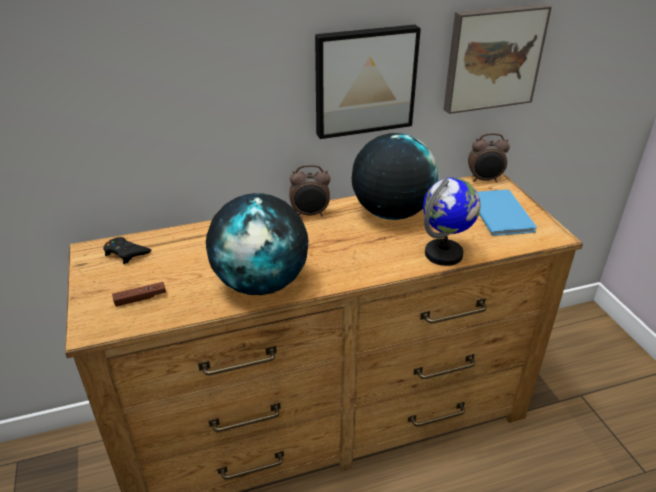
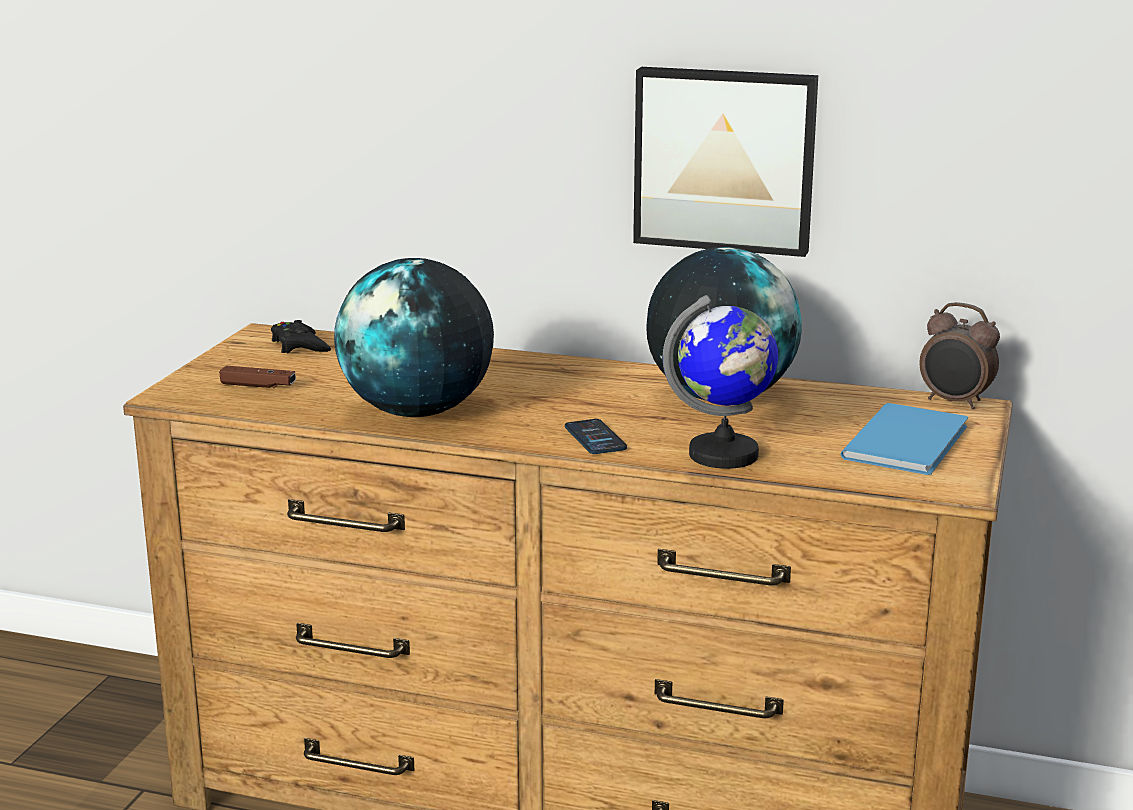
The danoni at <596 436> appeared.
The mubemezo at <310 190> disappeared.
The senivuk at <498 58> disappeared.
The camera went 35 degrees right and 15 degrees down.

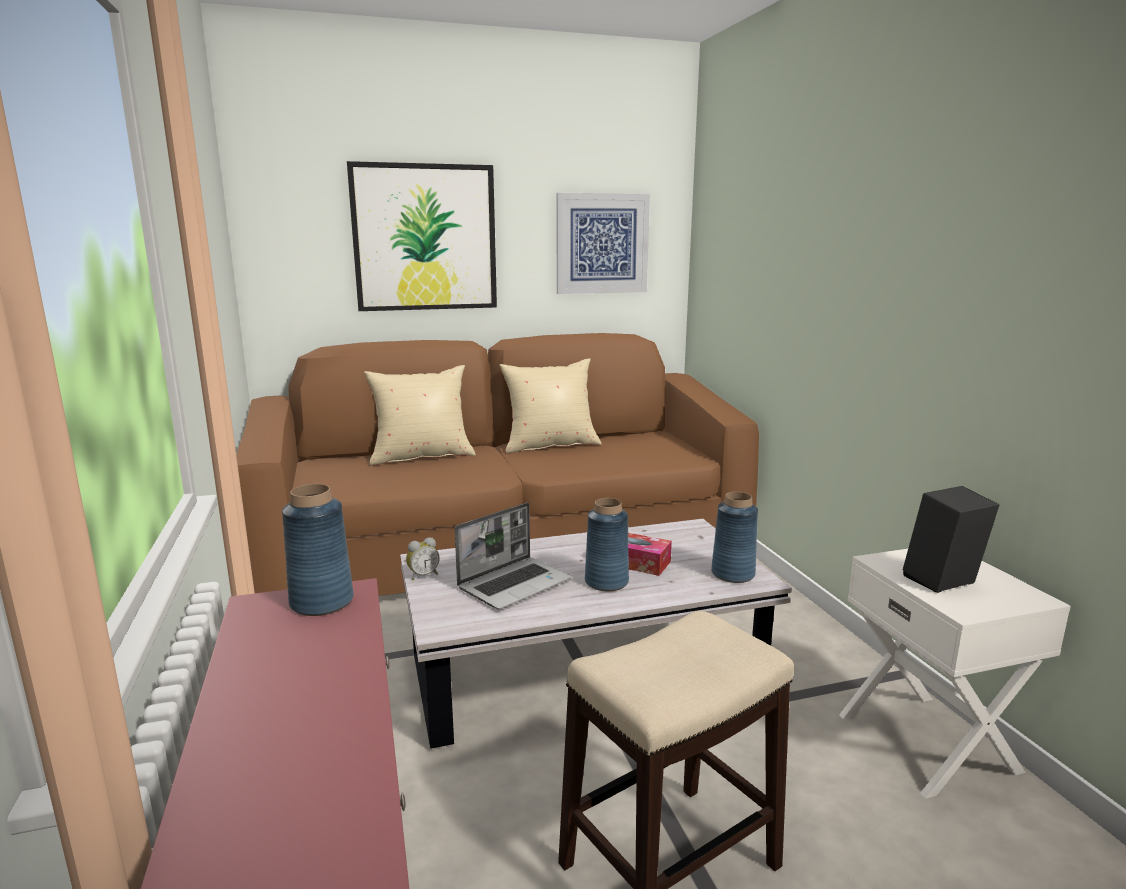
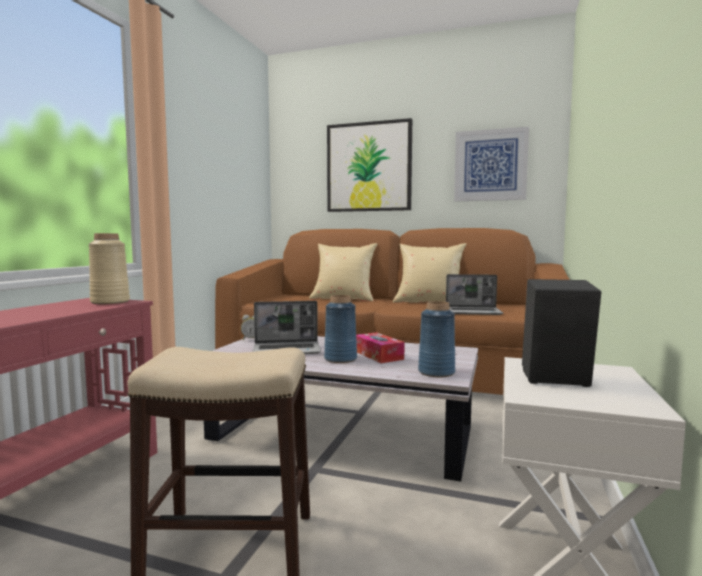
The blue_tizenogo at <318 550> became the beige_tizenogo at <109 268>.
The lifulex at <474 294> appeared.
The camera went 35 degrees right and 10 degrees down.

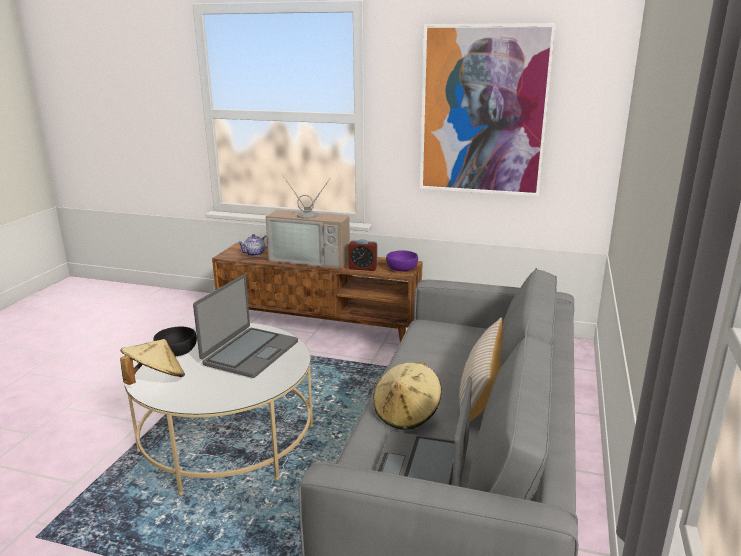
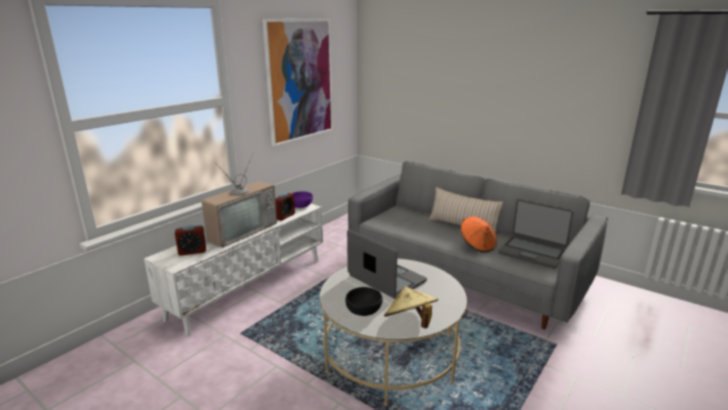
The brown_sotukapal at <317 292> became the white_sotukapal at <233 270>.
The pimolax at <253 245> was replaced by the mubemezo at <190 240>.
The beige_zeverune at <407 396> became the orange_zeverune at <479 235>.
The camera went 70 degrees left and 0 degrees up.

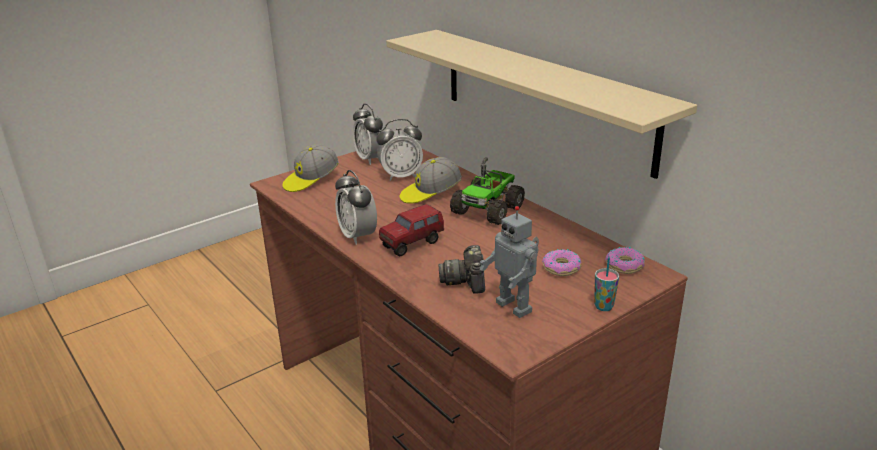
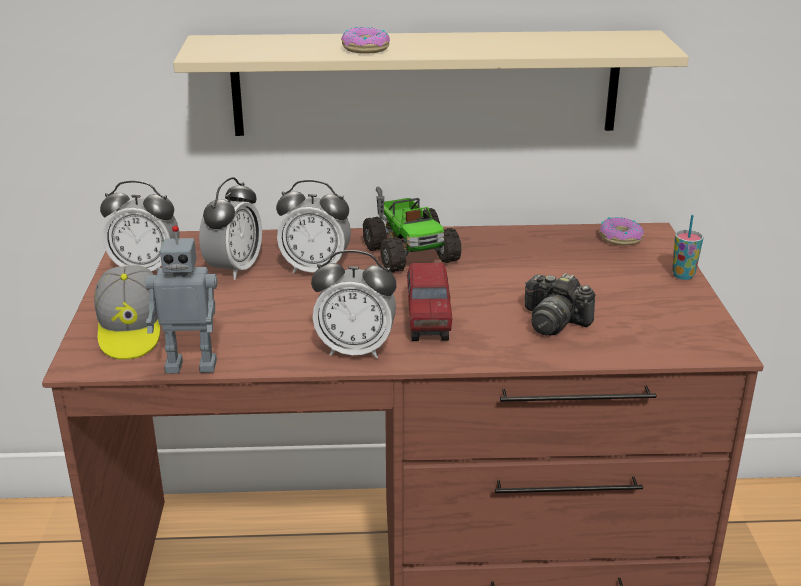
The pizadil moved from <509 262> to <181 299>.
The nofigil at <431 180> was replaced by the mubemezo at <313 226>.
The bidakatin moved from <562 262> to <365 40>.
The camera went 55 degrees left and 0 degrees up.

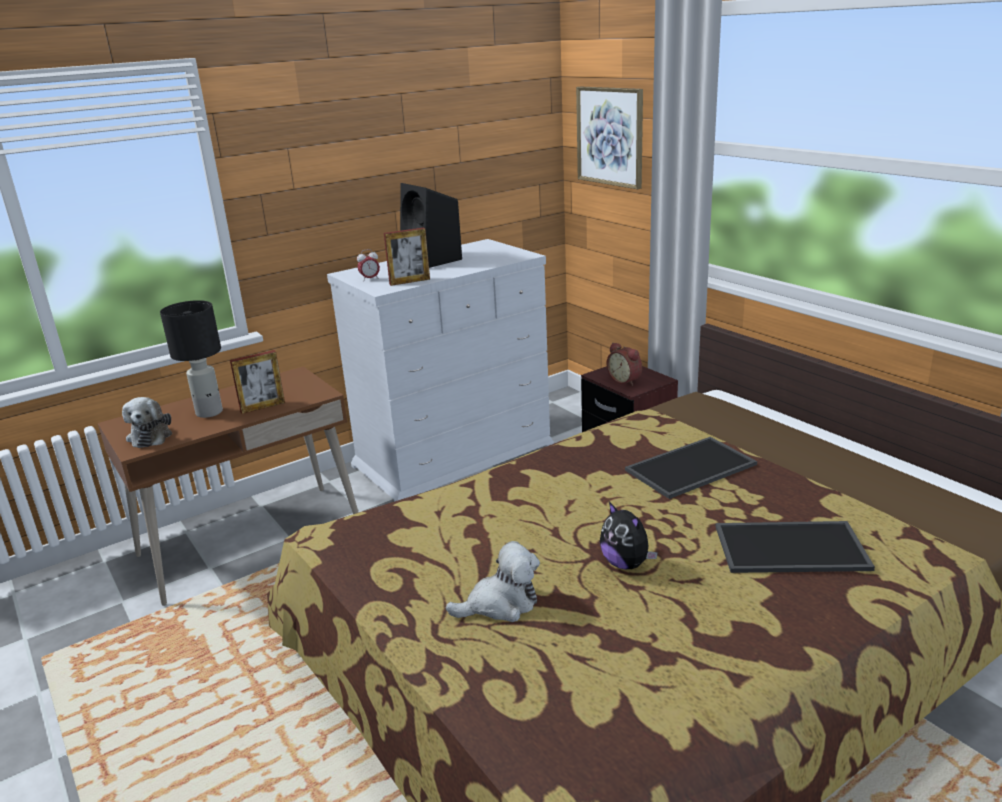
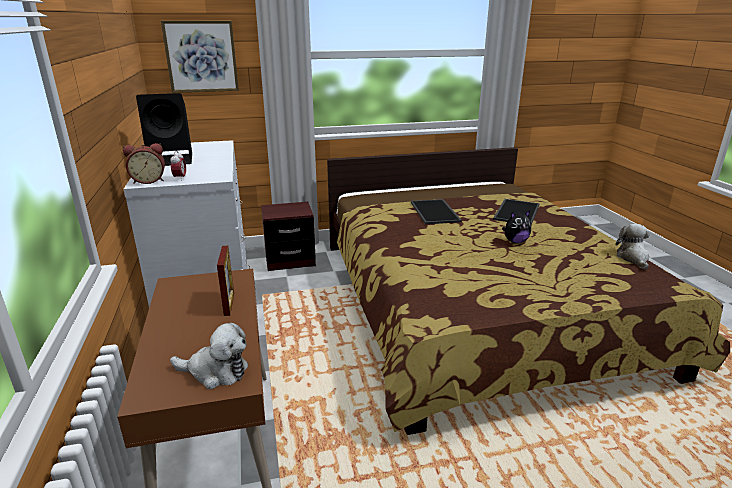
The mubemezo moved from <624 364> to <144 163>.
The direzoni moved from <493 581> to <632 247>.
The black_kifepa at <191 359> disappeared.
The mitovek at <407 256> disappeared.
The camera went 70 degrees left and 0 degrees up.

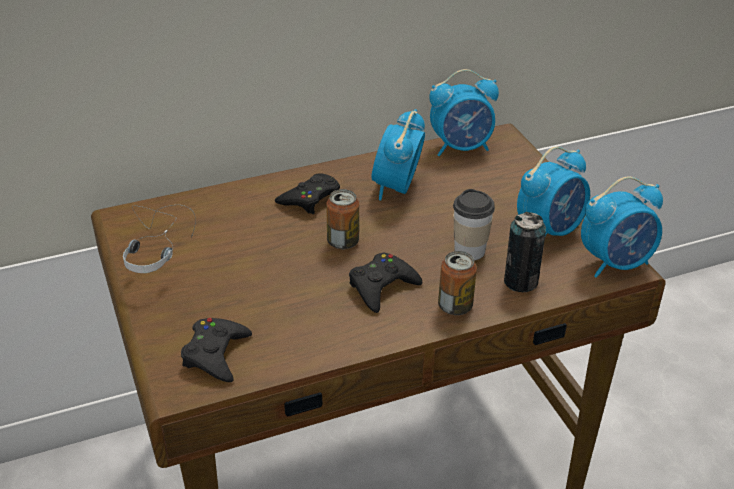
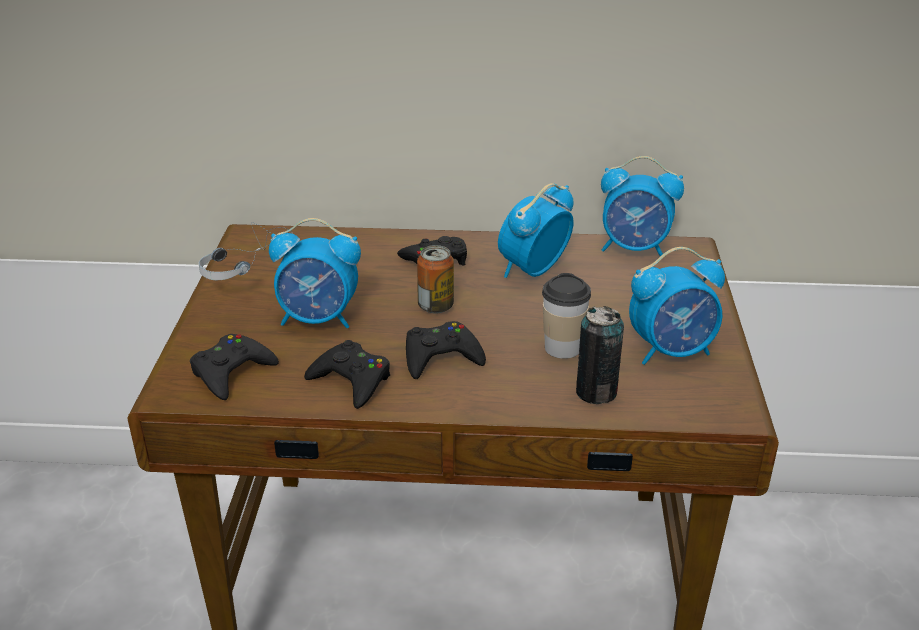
The mubemezo moved from <622 227> to <315 273>.
The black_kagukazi at <347 374> appeared.
The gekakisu at <457 283> disappeared.
The camera went 25 degrees right and 5 degrees down.

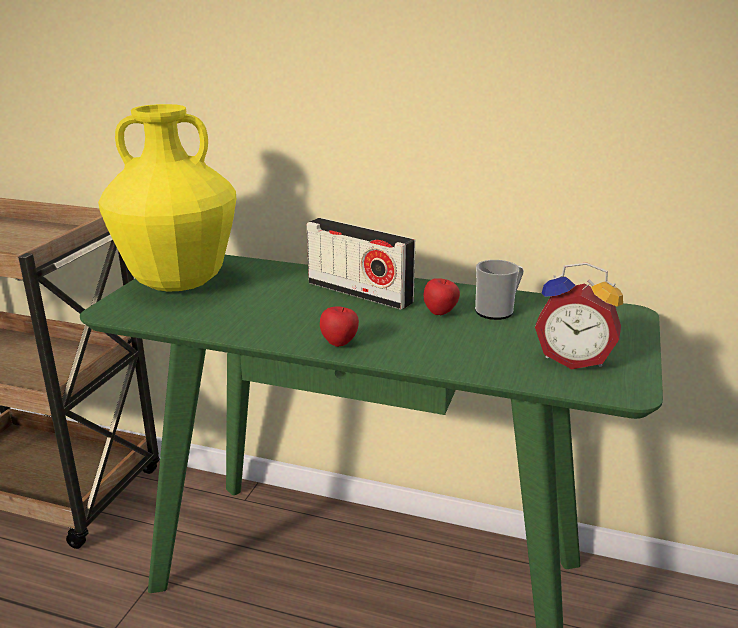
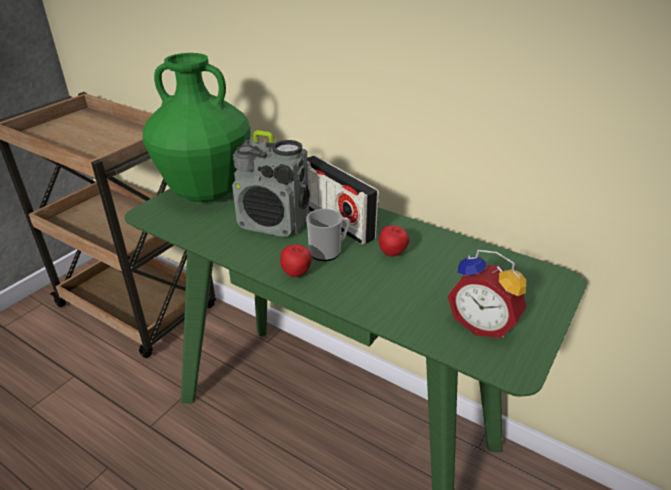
The yellow_tizenogo at <167 198> became the green_tizenogo at <196 127>.
The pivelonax at <271 183> appeared.
The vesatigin moved from <499 290> to <328 235>.
The camera went 15 degrees right and 10 degrees up.

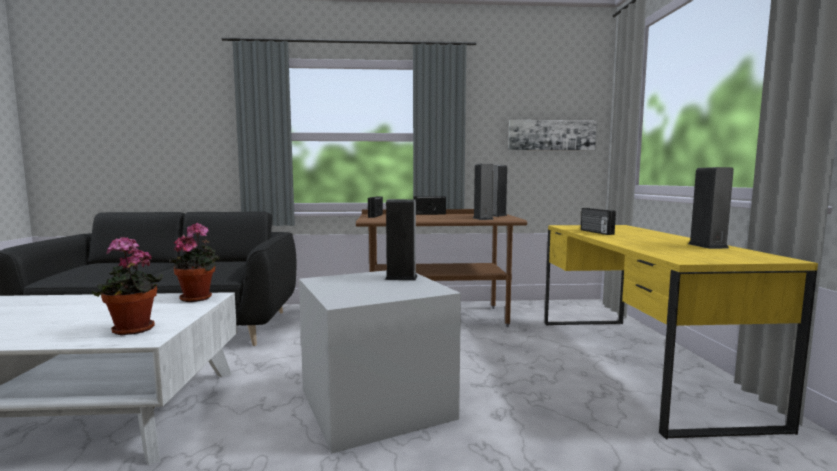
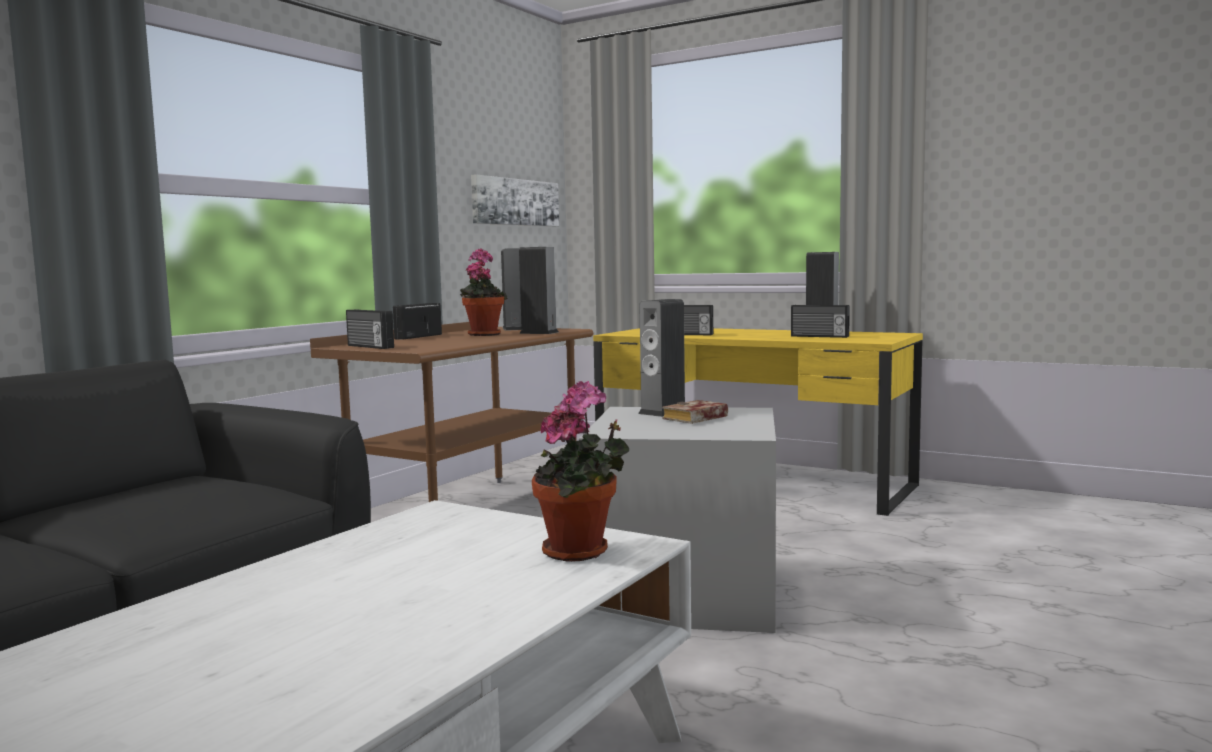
The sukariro moved from <194 262> to <483 292>.
The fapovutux at <695 412> appeared.
The pivelonax at <820 321> appeared.
The camera went 55 degrees left and 0 degrees up.

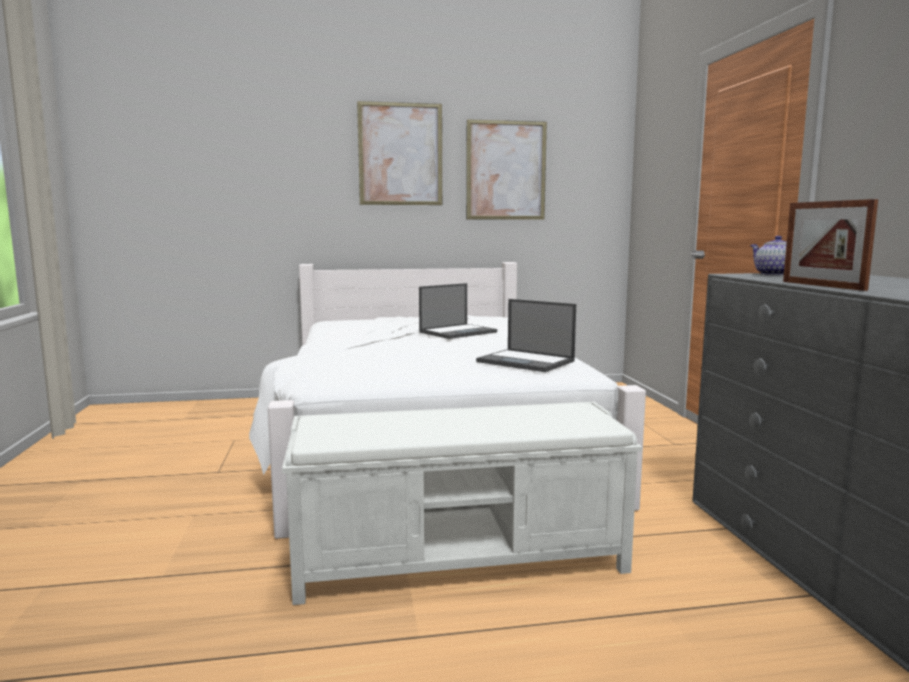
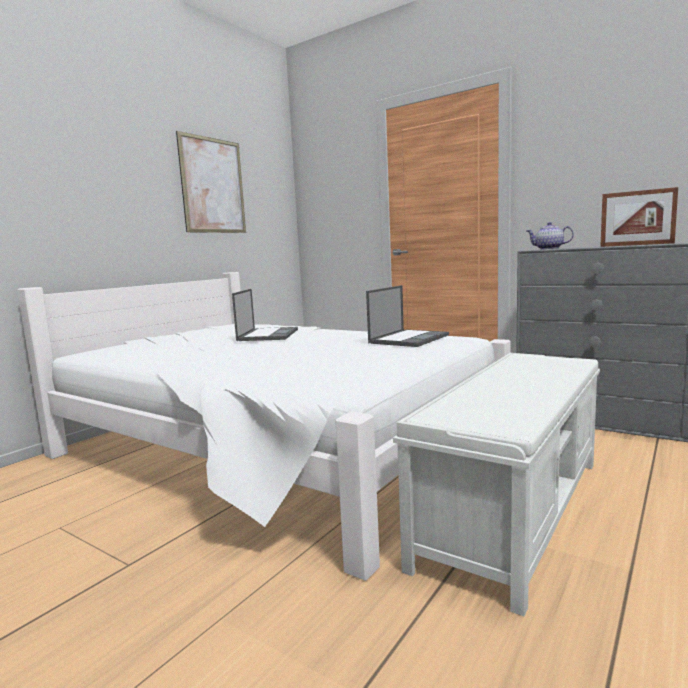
The lifulex at <526 335> turned 45 degrees counterclockwise.
The senivuk at <399 153> disappeared.
The camera went 45 degrees left and 0 degrees up.

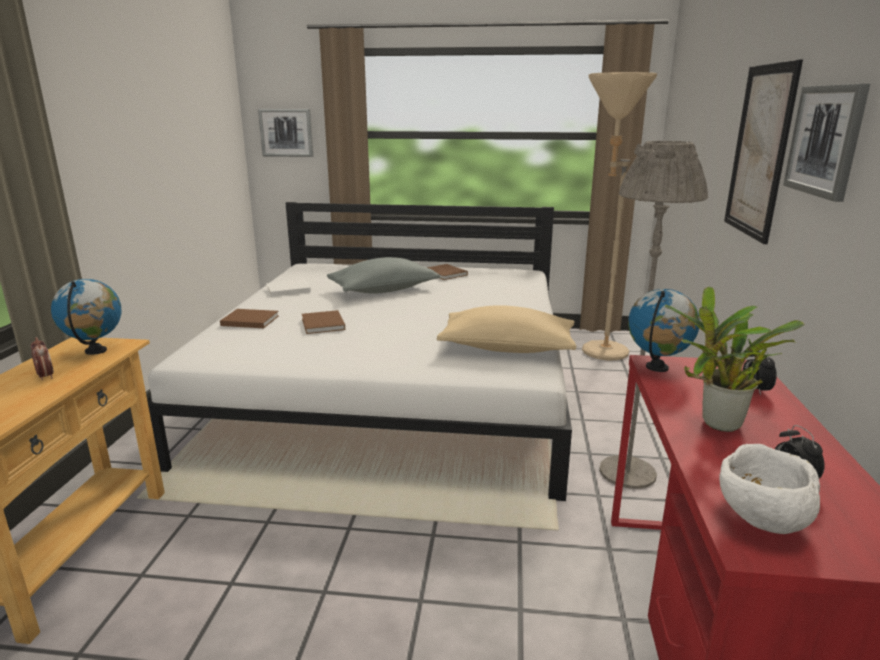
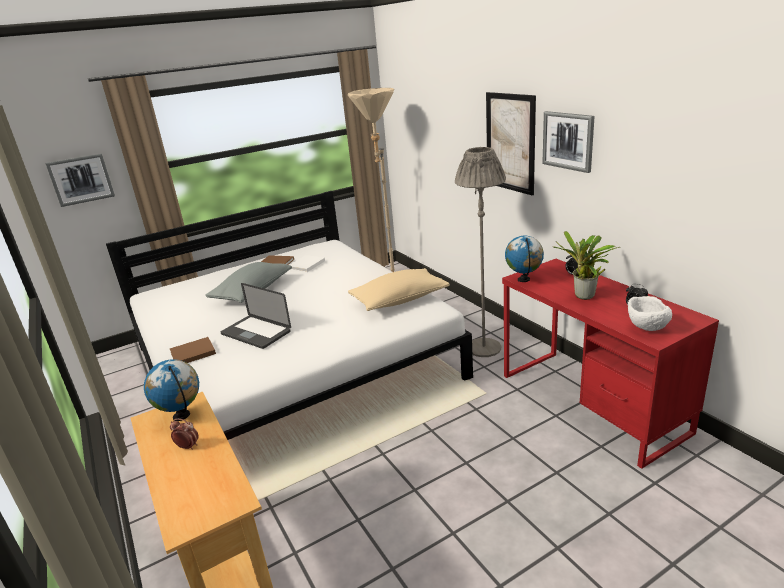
The brown_fapovutux at <323 322> was replaced by the lifulex at <256 316>.
The white_fapovutux moved from <288 288> to <307 263>.
The camera went 35 degrees left and 5 degrees up.

